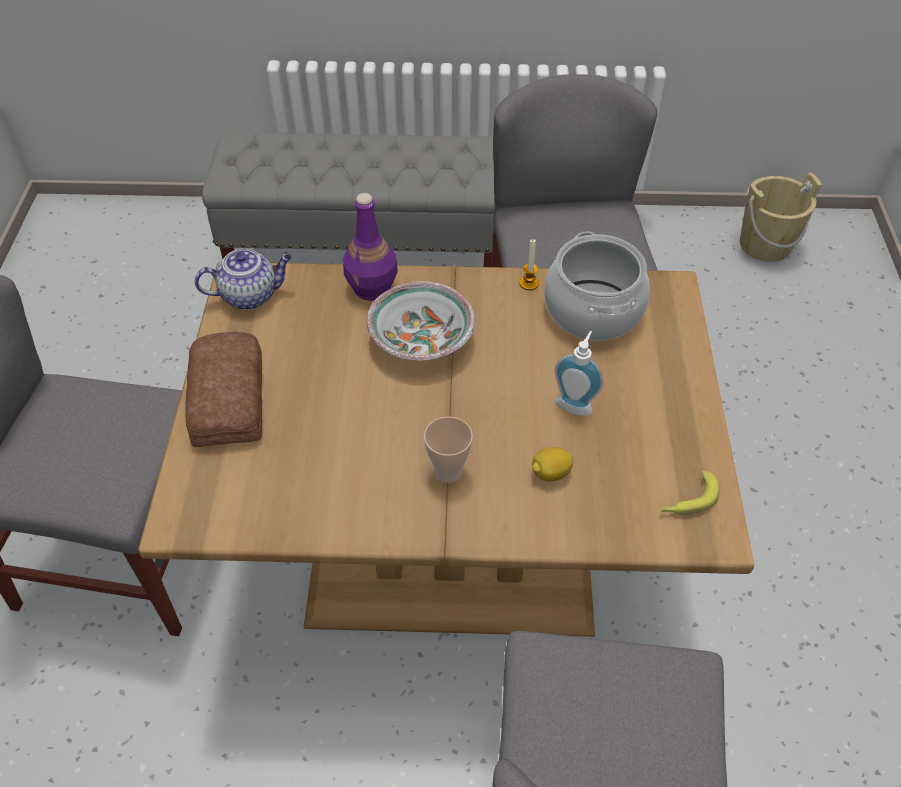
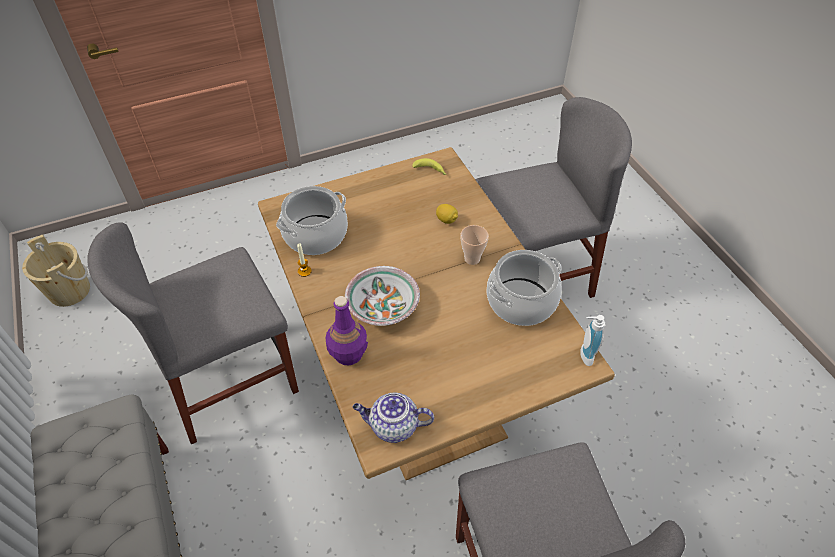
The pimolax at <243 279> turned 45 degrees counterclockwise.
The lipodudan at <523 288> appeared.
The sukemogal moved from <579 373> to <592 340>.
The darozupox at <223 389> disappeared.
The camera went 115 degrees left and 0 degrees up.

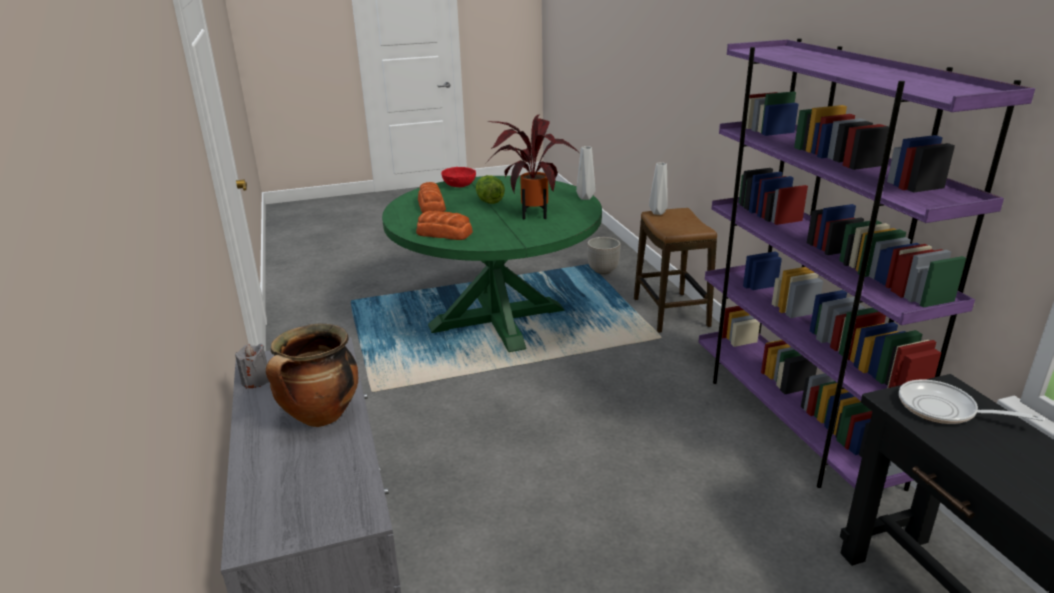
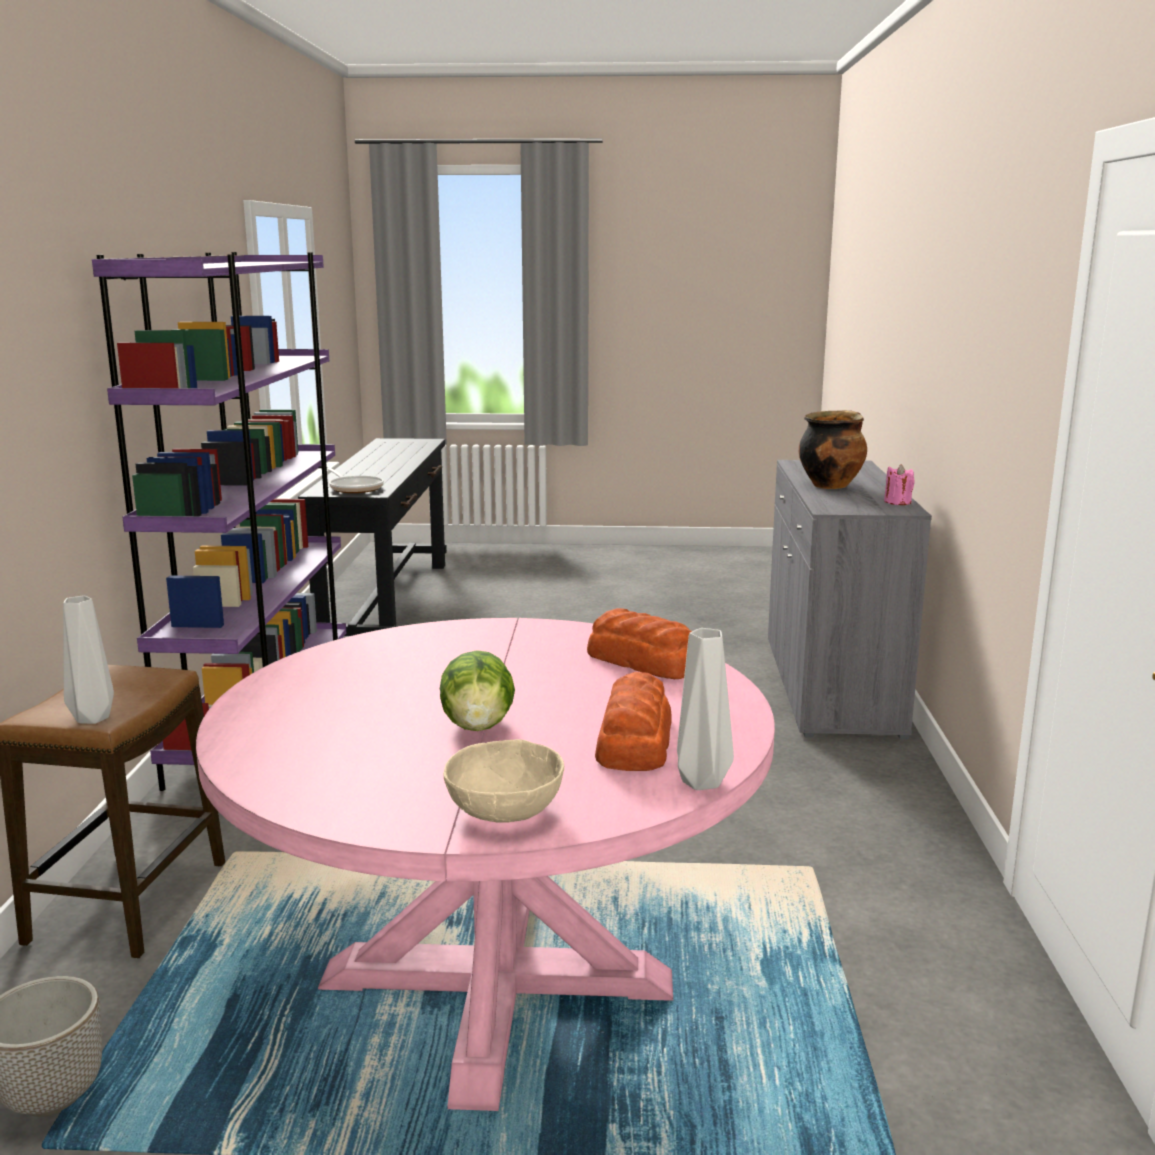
The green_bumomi at <492 264> became the pink_bumomi at <485 864>.
The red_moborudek at <458 177> became the beige_moborudek at <503 781>.
The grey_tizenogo moved from <585 173> to <705 709>.
The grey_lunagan at <252 366> became the pink_lunagan at <899 484>.
The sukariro at <532 167> disappeared.
The camera went 160 degrees left and 10 degrees down.

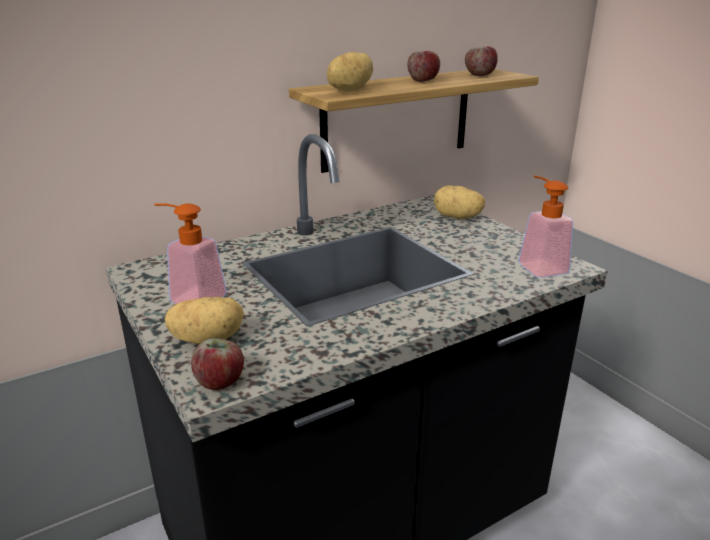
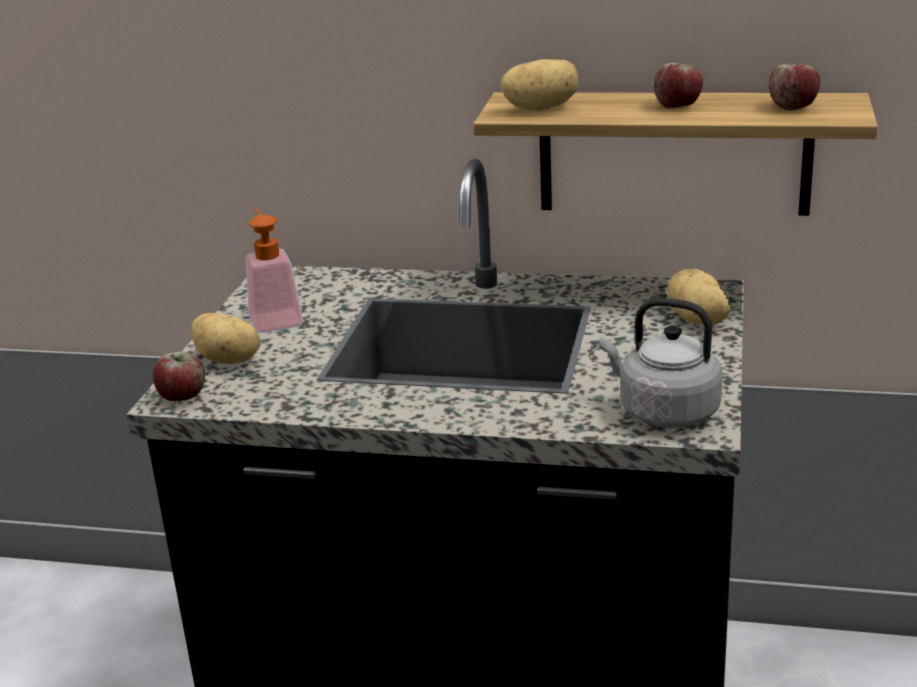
The sukemogal at <545 227> was replaced by the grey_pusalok at <661 363>.
The camera went 45 degrees right and 0 degrees up.

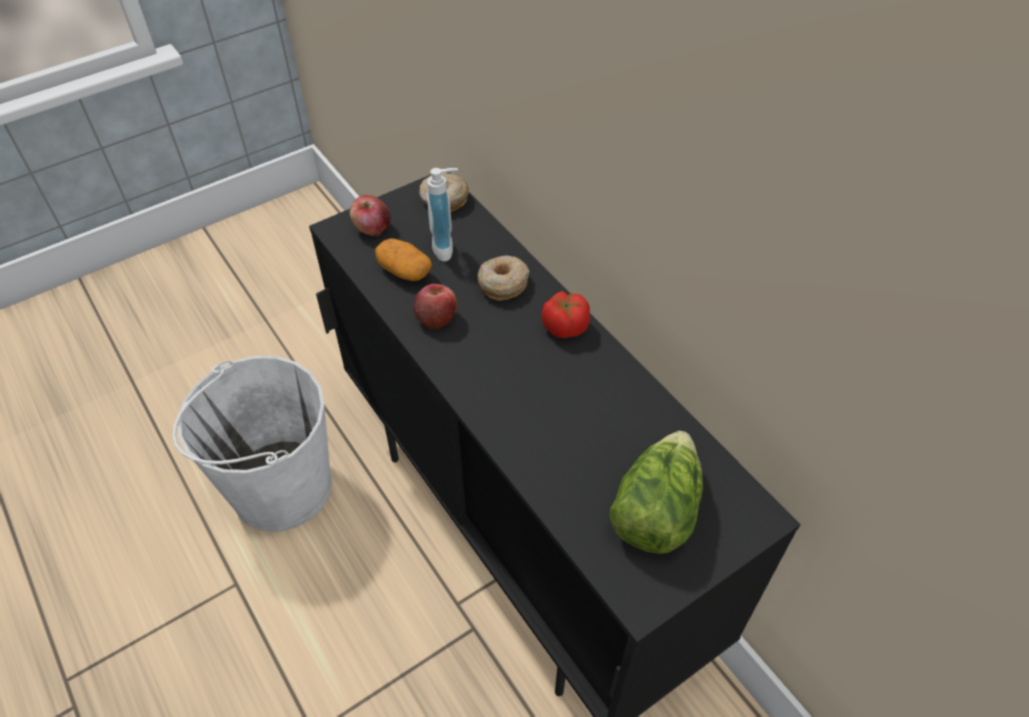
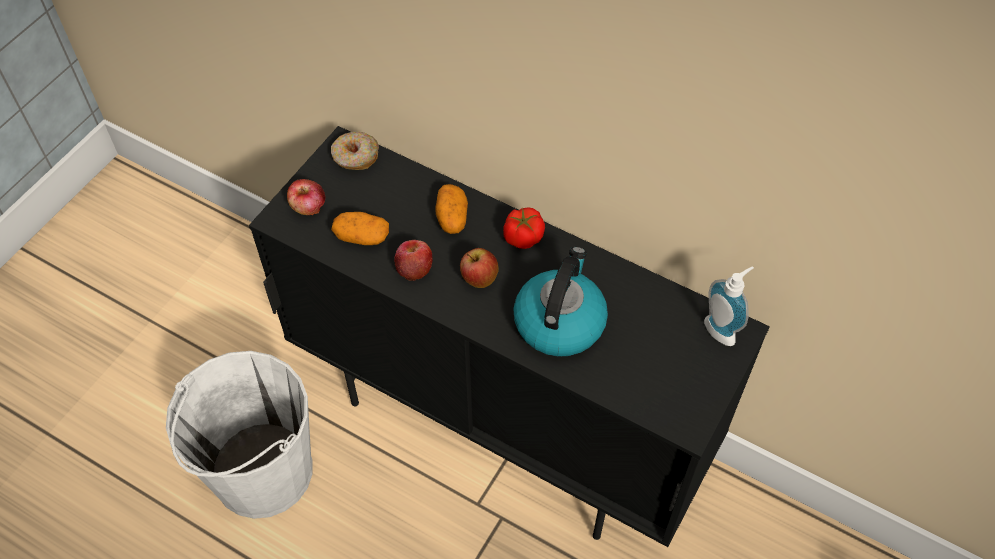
The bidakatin at <503 278> was replaced by the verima at <451 209>.
The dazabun at <479 268> appeared.
The pusalok at <560 302> appeared.
The sukemogal moved from <442 215> to <729 306>.
The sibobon at <656 492> disappeared.
The camera went 25 degrees left and 5 degrees up.

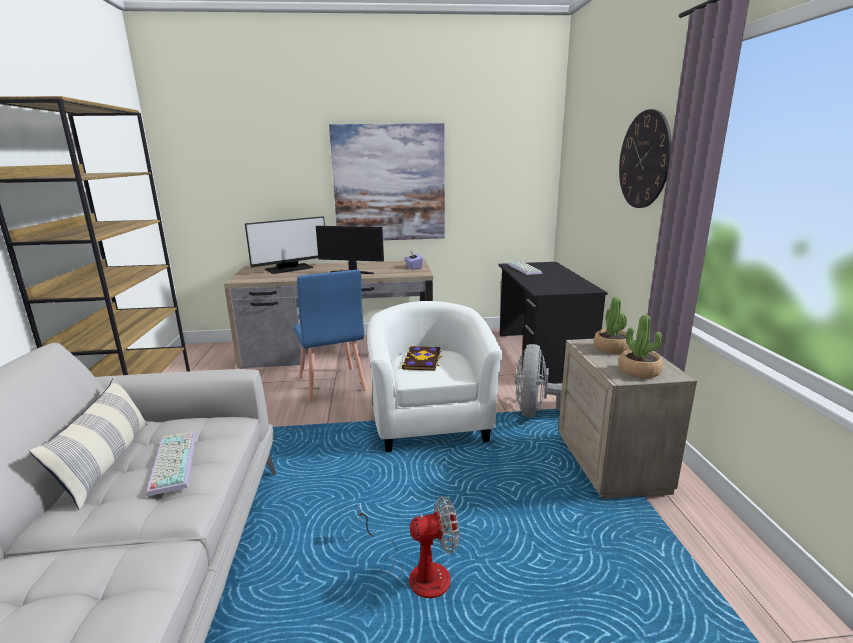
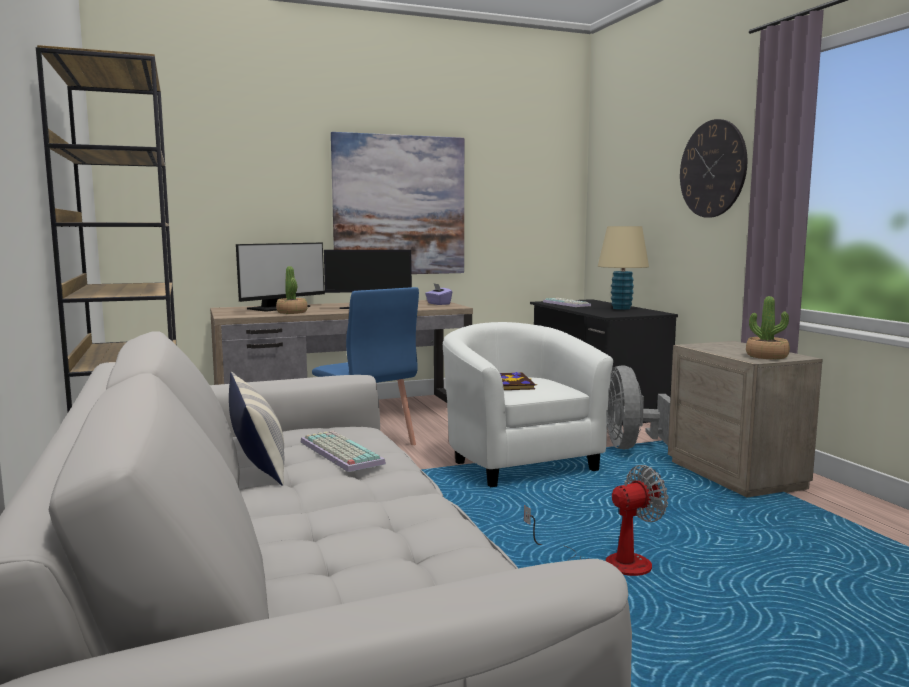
The sukariro moved from <612 325> to <292 290>.
The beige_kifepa at <623 268> appeared.
The camera went 15 degrees left and 10 degrees down.

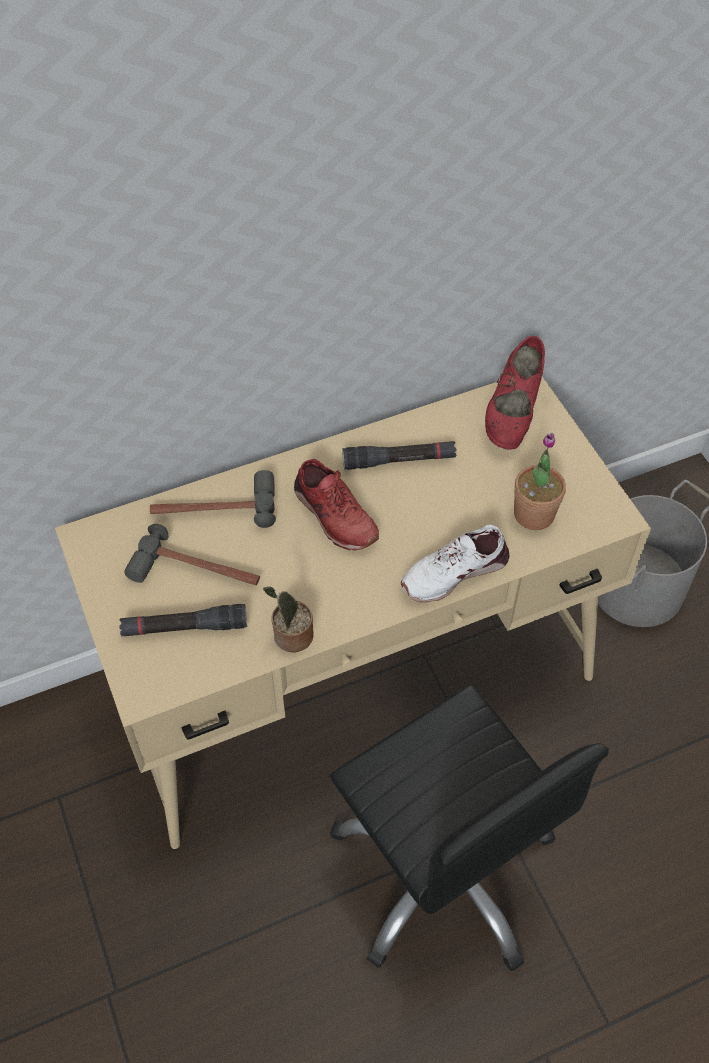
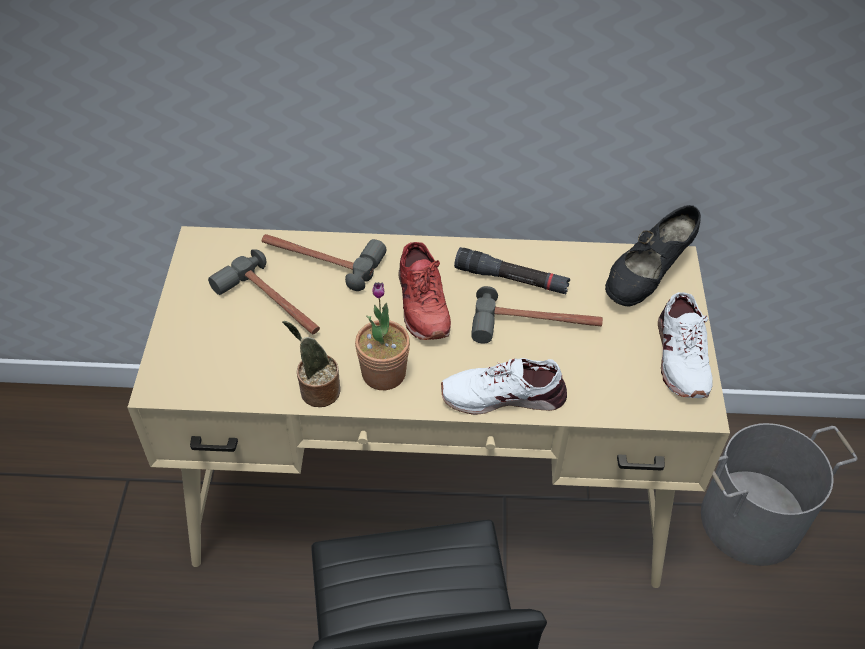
The sukariro moved from <540 481> to <382 336>.
The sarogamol at <537 314> appeared.
The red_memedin at <515 393> became the black_memedin at <653 256>.
The white_memedin at <685 345> appeared.
The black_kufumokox at <183 620> disappeared.
The camera went 25 degrees right and 5 degrees down.

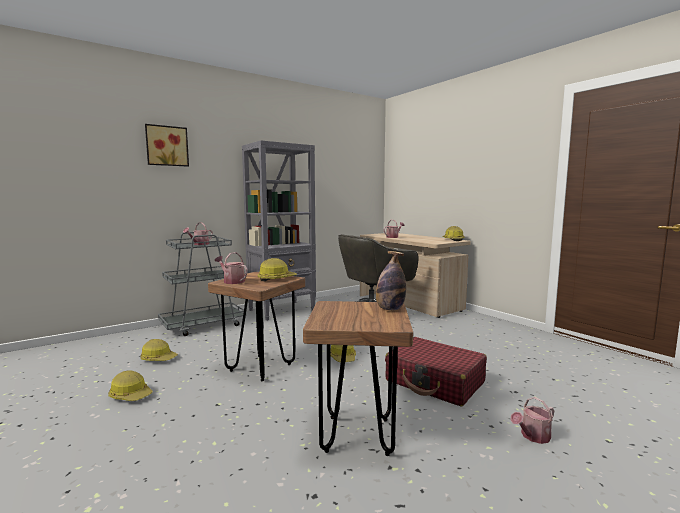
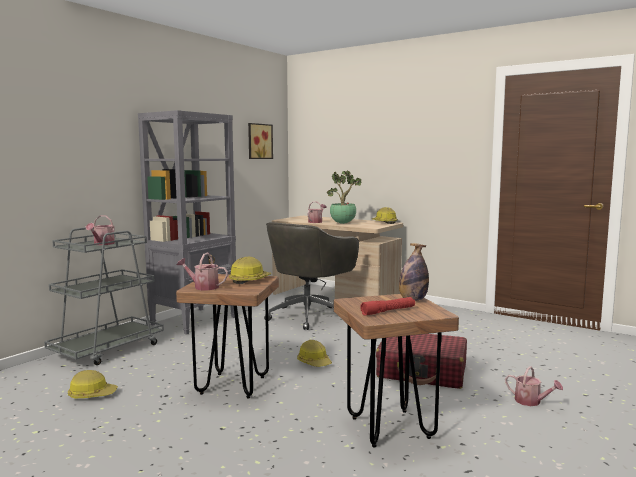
The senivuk moved from <167 145> to <260 141>.
The sukariro at <344 197> appeared.
The red_kufumokox at <387 306> appeared.
The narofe at <532 420> turned 90 degrees counterclockwise.
The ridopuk at <130 385> disappeared.
The camera went 20 degrees left and 0 degrees up.

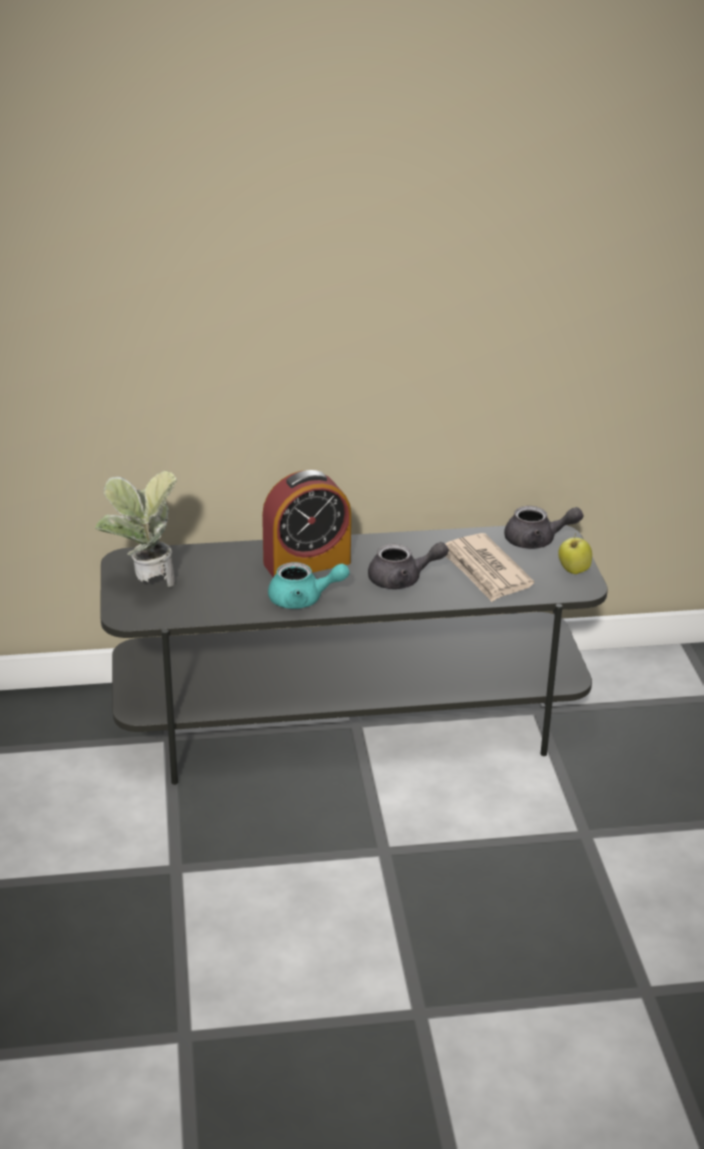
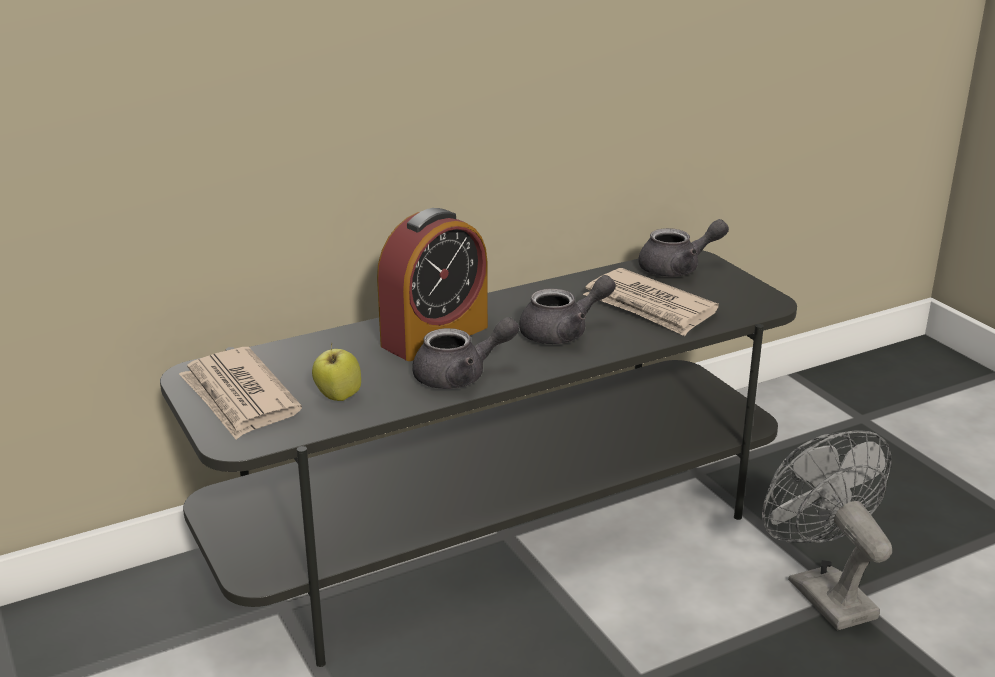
The sukariro at <136 529> was replaced by the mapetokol at <240 393>.
The dazabun moved from <575 554> to <336 372>.
The turquoise_pimolax at <309 585> became the grey_pimolax at <465 353>.
The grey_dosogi at <827 530> appeared.
The camera went 20 degrees left and 5 degrees down.

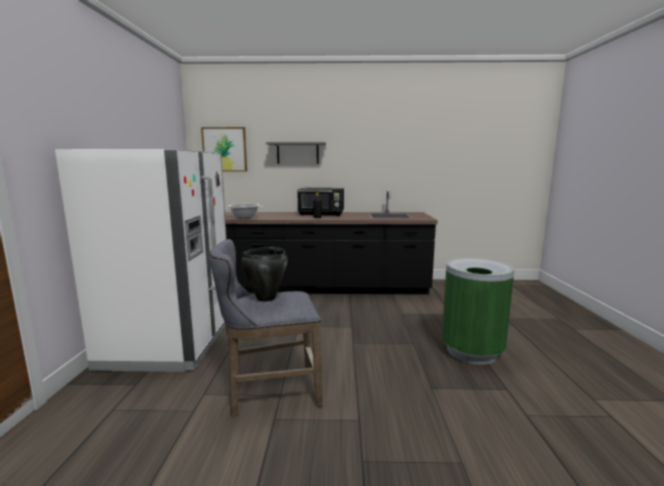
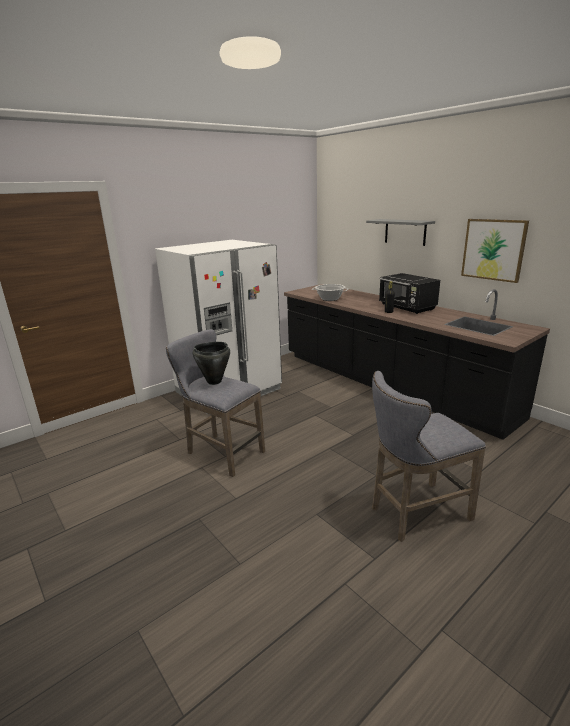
The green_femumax at <478 311> was replaced by the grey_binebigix at <429 456>.
The senivuk moved from <224 149> to <495 251>.
The camera went 50 degrees right and 10 degrees up.

